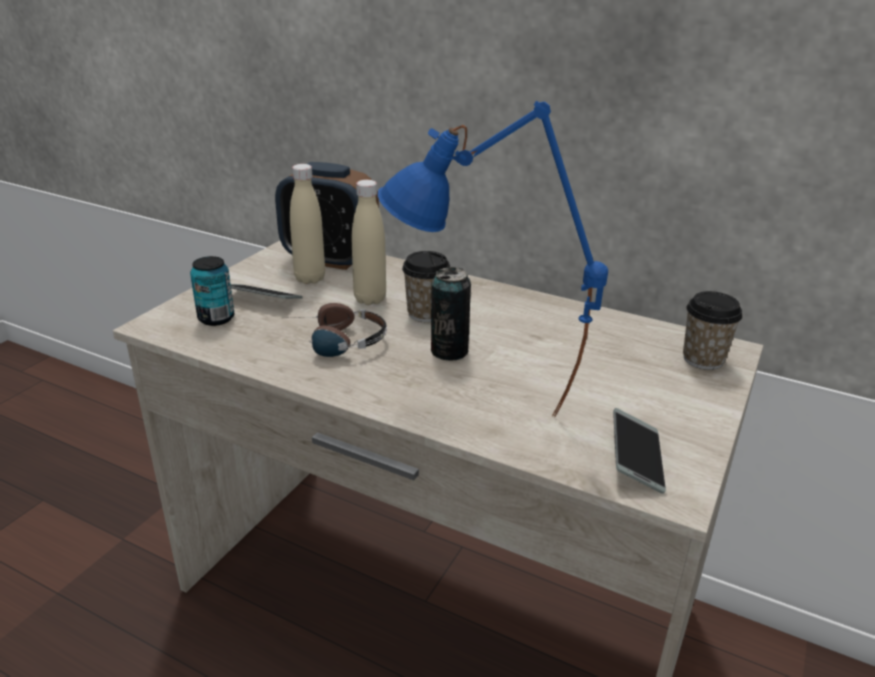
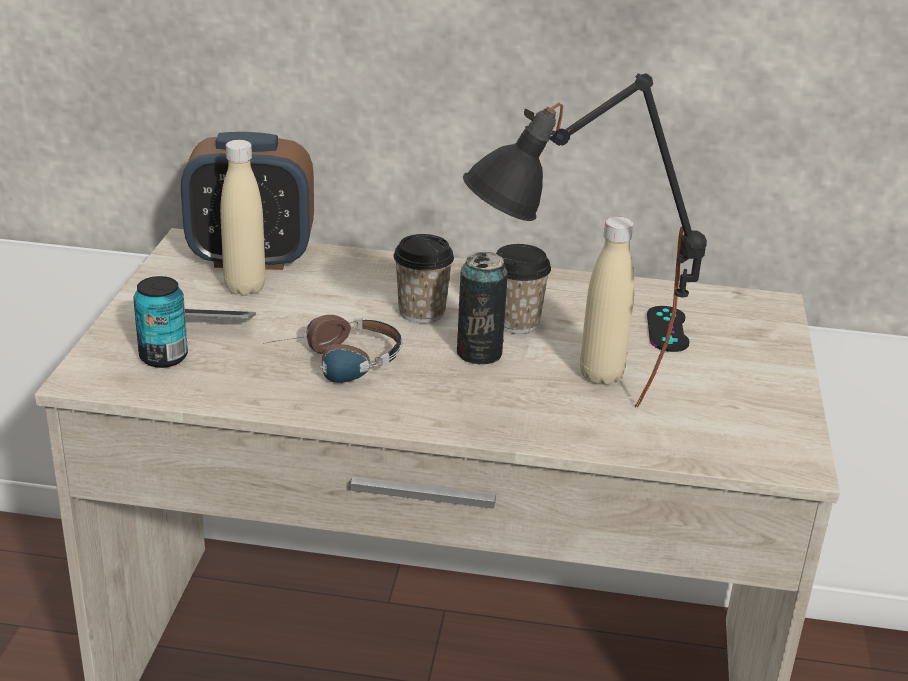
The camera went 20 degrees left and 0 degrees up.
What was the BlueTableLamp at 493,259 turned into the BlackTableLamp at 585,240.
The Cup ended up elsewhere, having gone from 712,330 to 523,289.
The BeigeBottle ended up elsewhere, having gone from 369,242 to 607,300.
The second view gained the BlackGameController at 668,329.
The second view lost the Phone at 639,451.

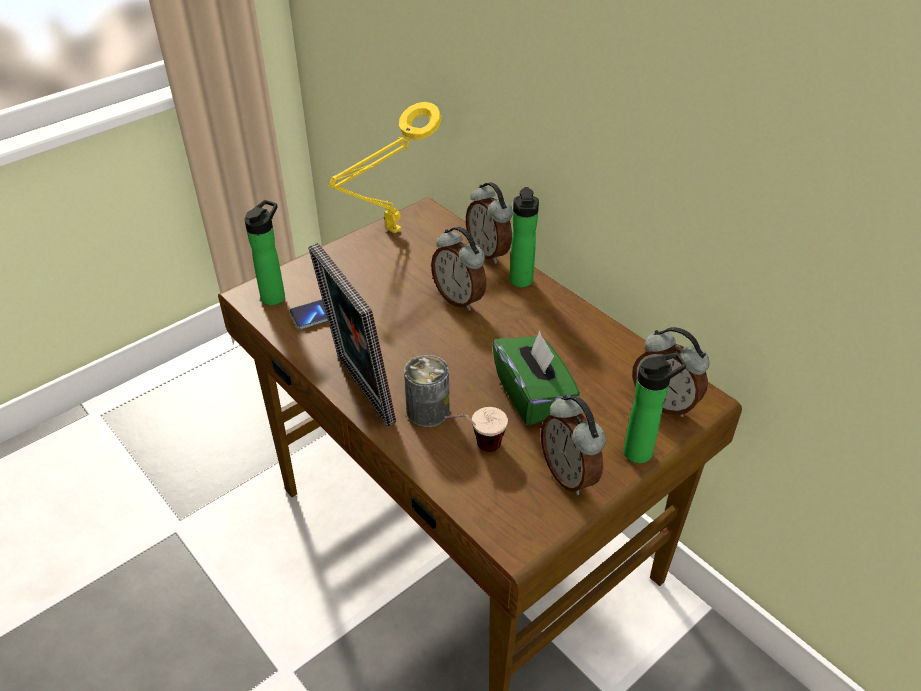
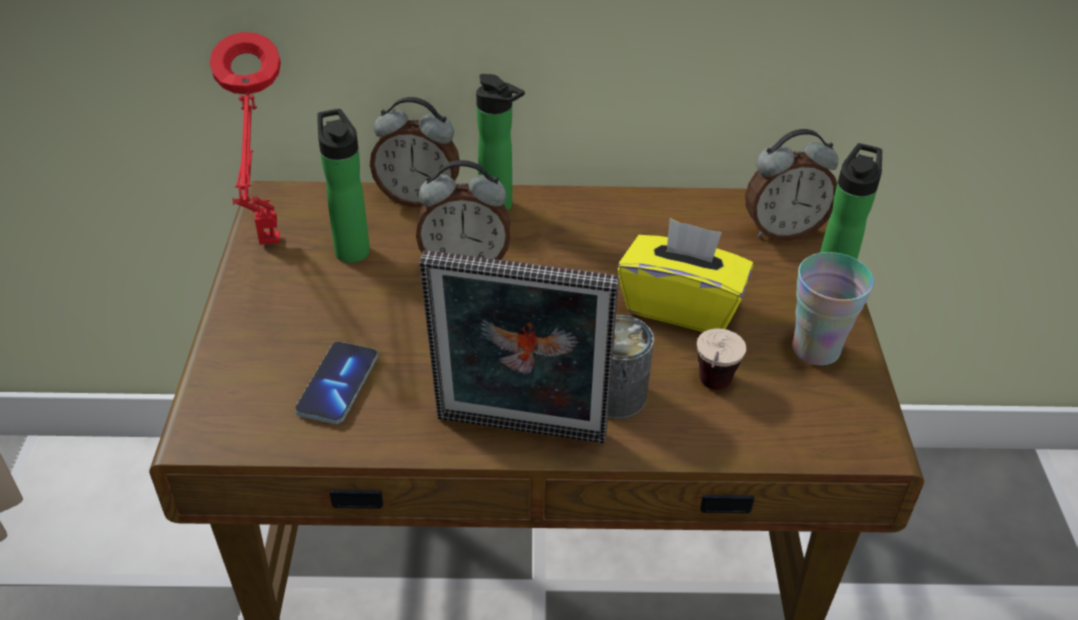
The camera went 50 degrees left and 0 degrees up.
What was the YellowTableLamp at 384,167 turned into the RedTableLamp at 245,138.
The Bottle ended up elsewhere, having gone from 265,252 to 343,186.
What was the GreenTissueBox at 536,378 turned into the YellowTissueBox at 685,275.
Where the AlarmClock stood at 573,445, the Cup came to stand at 833,309.

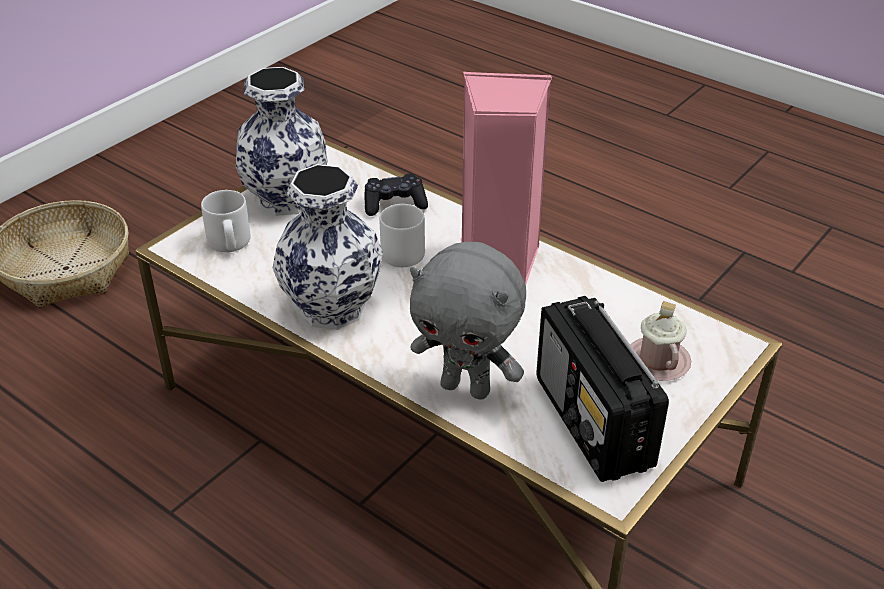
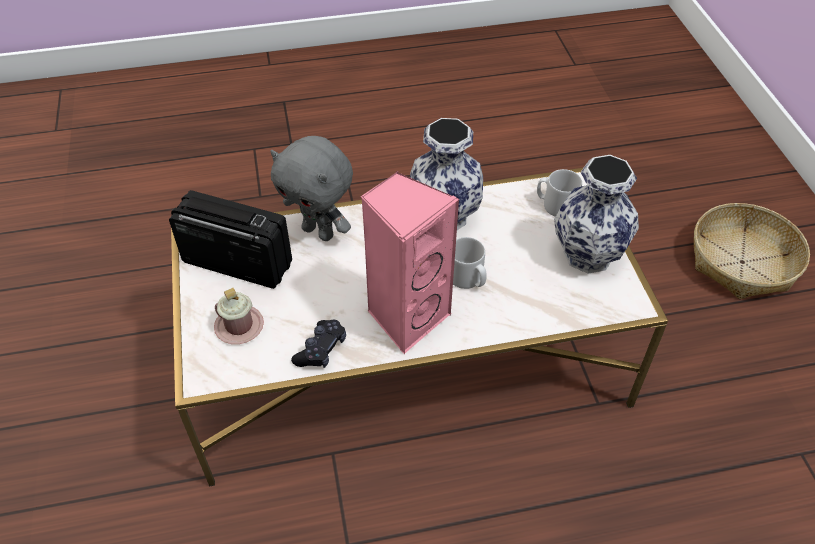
The camera went 130 degrees right and 10 degrees up.
The GreyPlushToy at 468,321 ended up facing another way, 120 degrees counterclockwise from before.
The BlackGameController ended up elsewhere, having gone from 396,194 to 318,344.

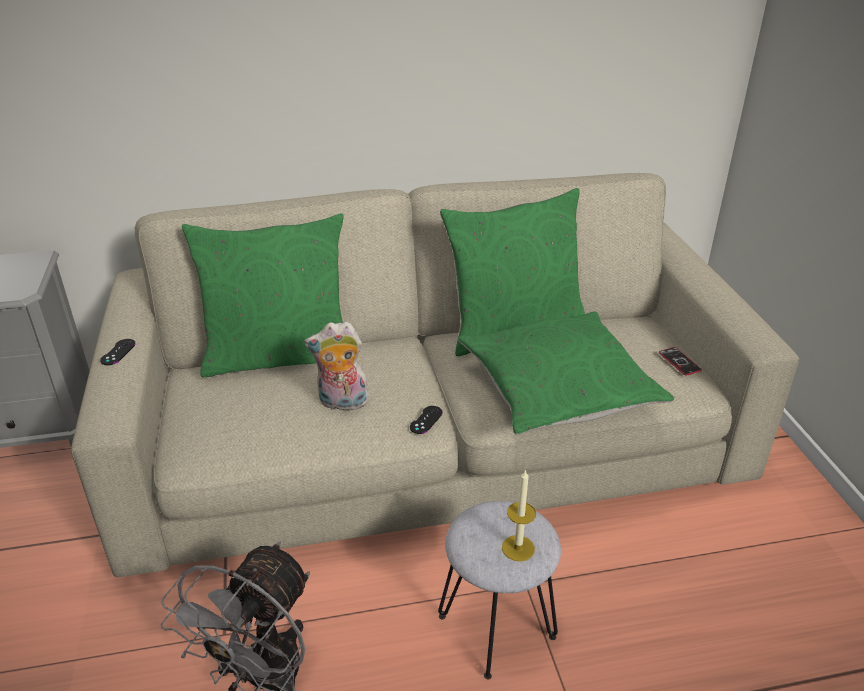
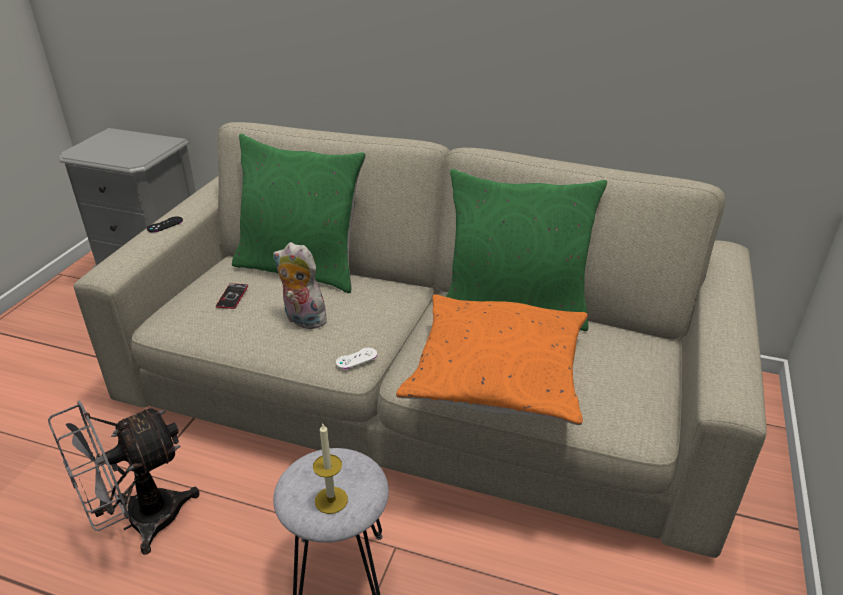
The camera went 30 degrees right and 0 degrees up.
The Phone ended up elsewhere, having gone from 680,361 to 232,296.
What was the BlackGameController at 426,420 turned into the WhiteGameController at 356,358.
What was the GreenPillow at 566,373 turned into the OrangePillow at 492,359.

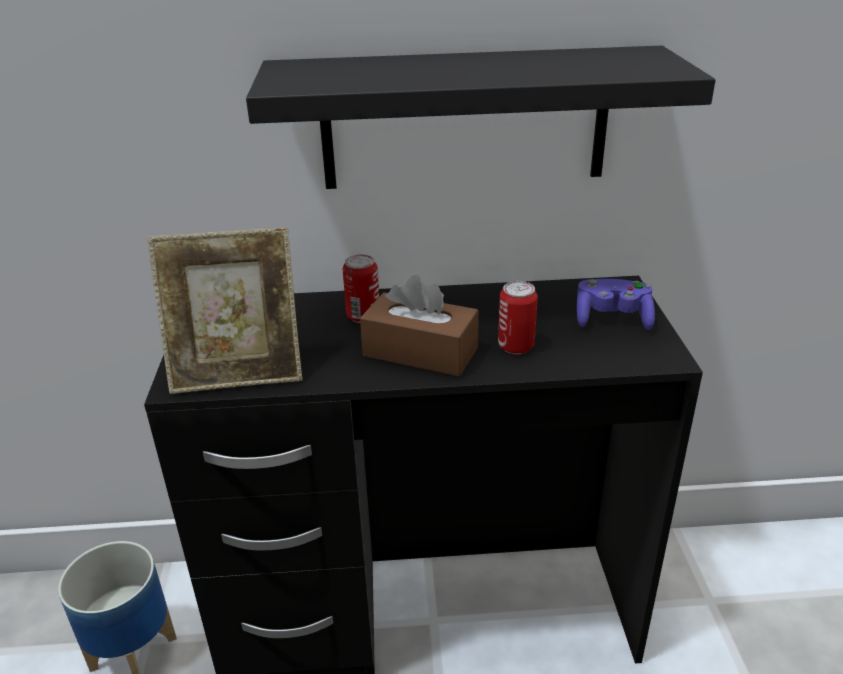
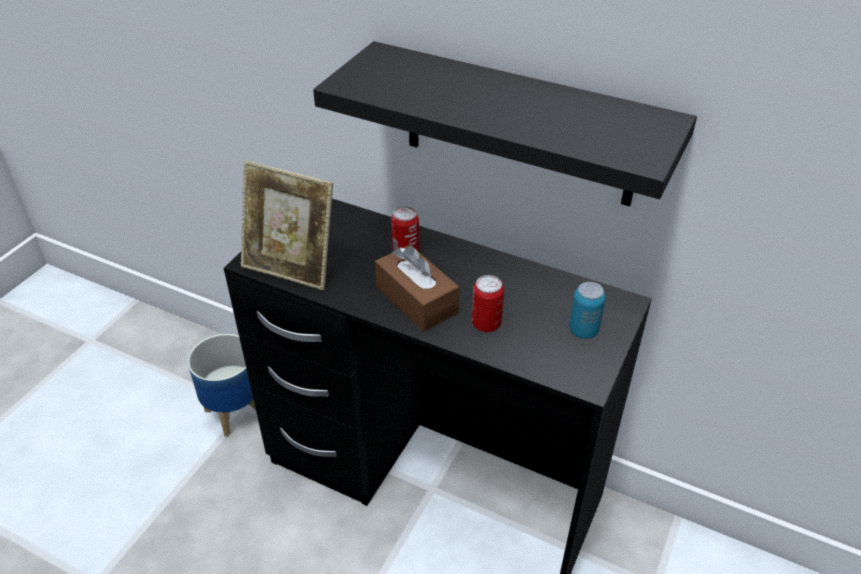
The camera went 30 degrees right and 10 degrees up.
Where the PurpleGameController stood at 615,304, the Can came to stand at 587,310.

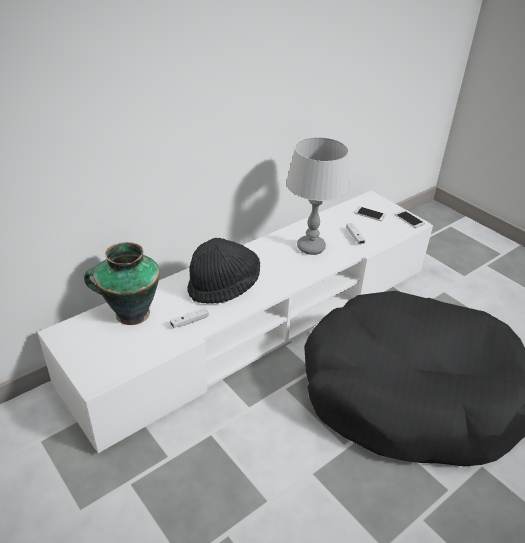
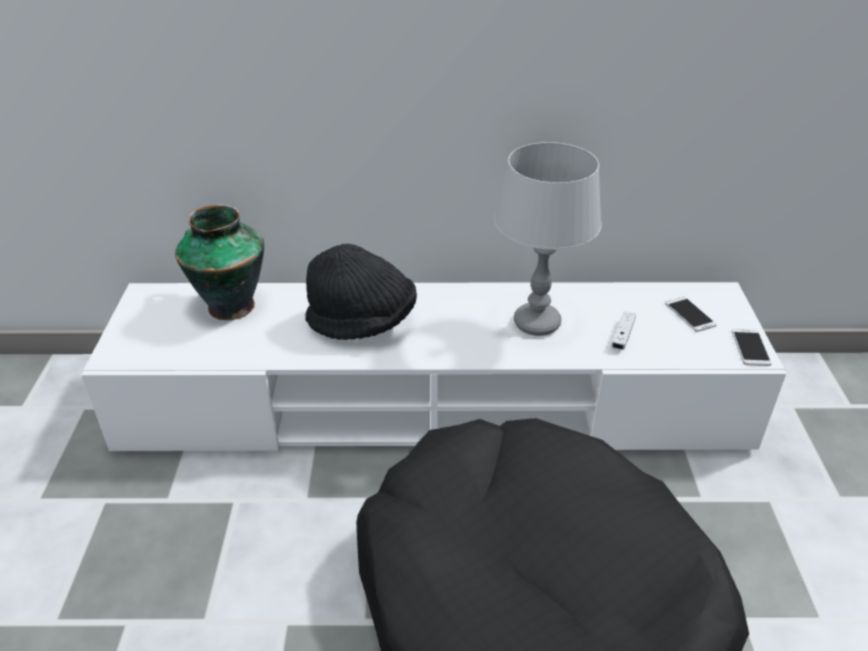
The camera went 40 degrees right and 0 degrees up.
The second view lost the WhiteGameController at 189,317.

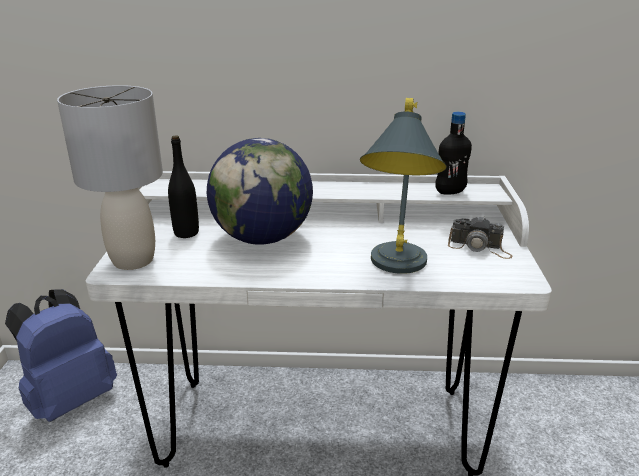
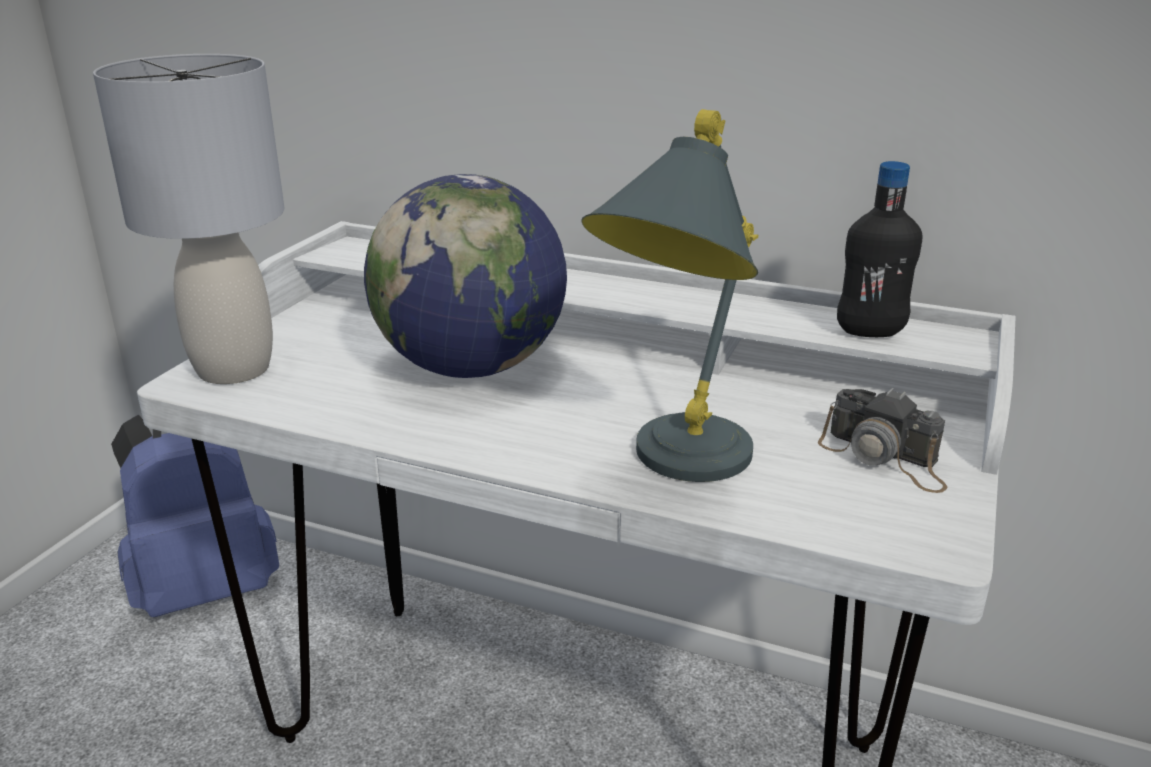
The camera went 20 degrees right and 0 degrees up.
The second view lost the BlackBottle at 183,186.

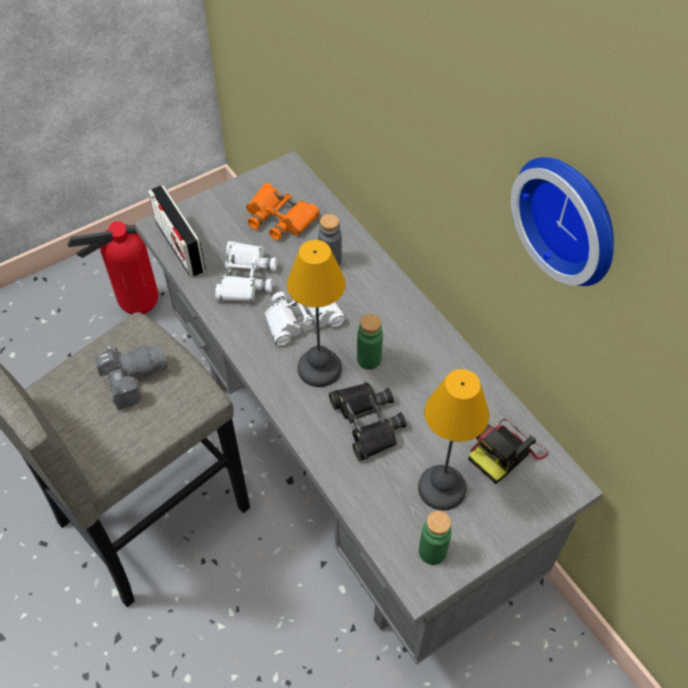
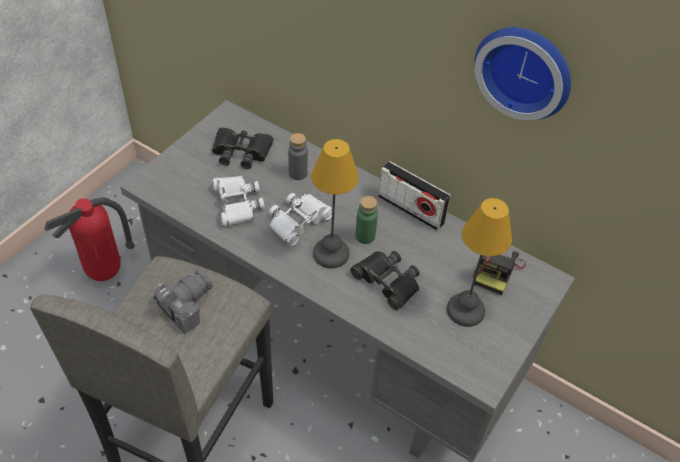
The camera went 25 degrees left and 5 degrees down.
What was the OrangeBinoculars at 283,211 turned into the BlackBinoculars at 243,148.
The Radio ended up elsewhere, having gone from 177,231 to 414,195.
The second view lost the GreenBottle at 435,538.

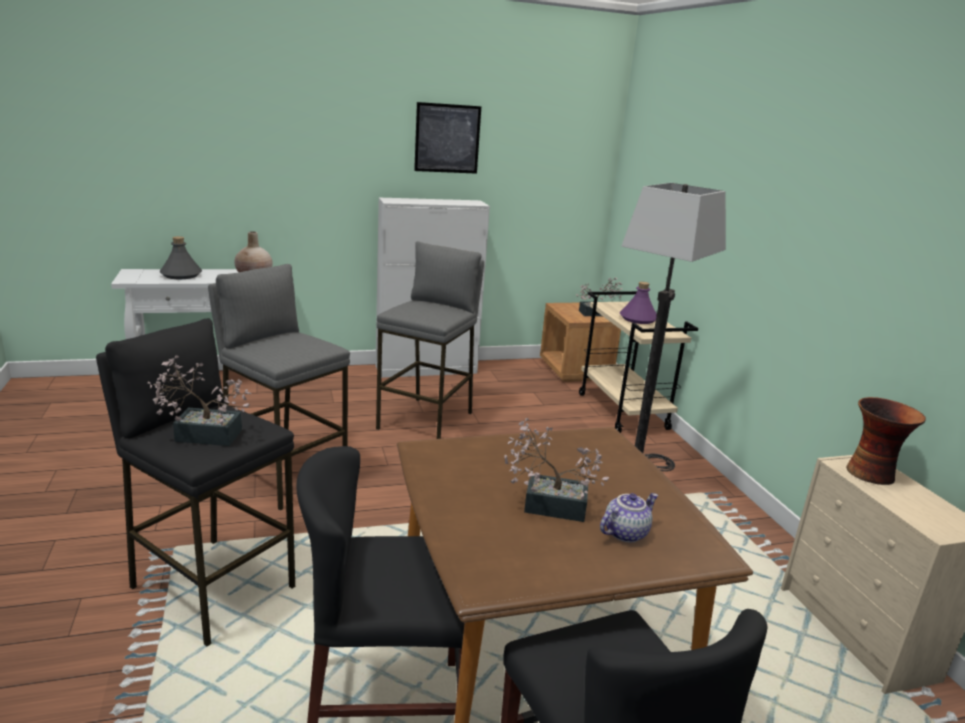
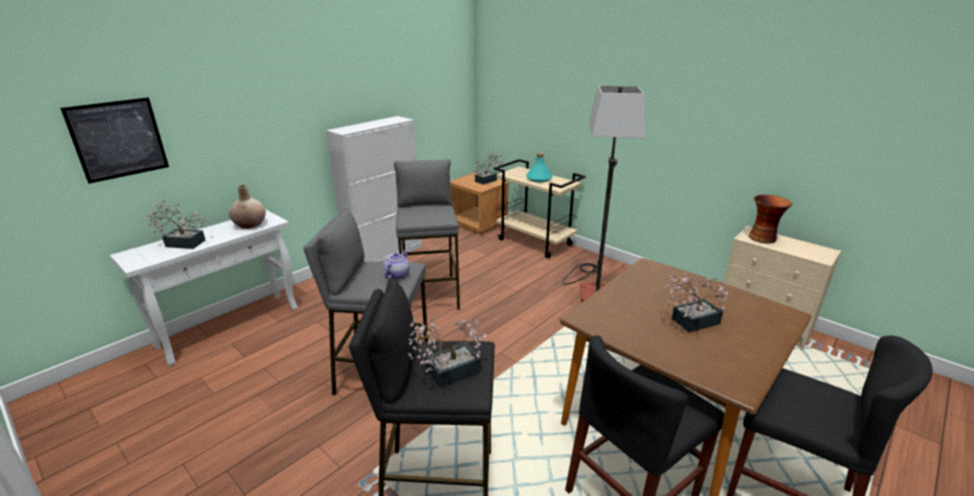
The camera went 30 degrees left and 5 degrees up.
The Picture ended up elsewhere, having gone from 447,138 to 114,140.
Where the GreyBottle stood at 181,257, the PottedPlant came to stand at 175,224.
The Teapot ended up elsewhere, having gone from 629,518 to 397,264.
What was the PurpleBottle at 638,303 turned into the TurquoiseBottle at 539,167.

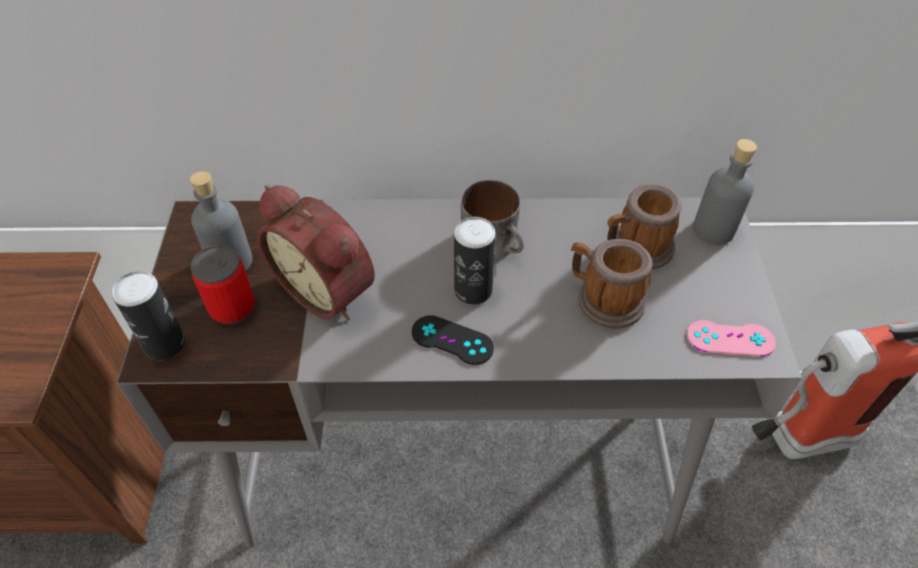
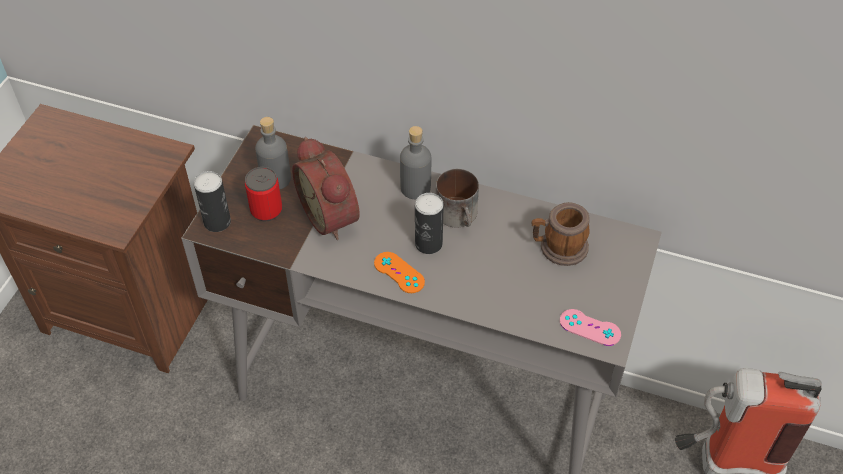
The camera went 20 degrees right and 0 degrees up.
What was the BlackGameController at 453,340 turned into the OrangeGameController at 399,272.
The GreyBottle ended up elsewhere, having gone from 725,192 to 415,162.
The second view lost the Mug at 612,284.

